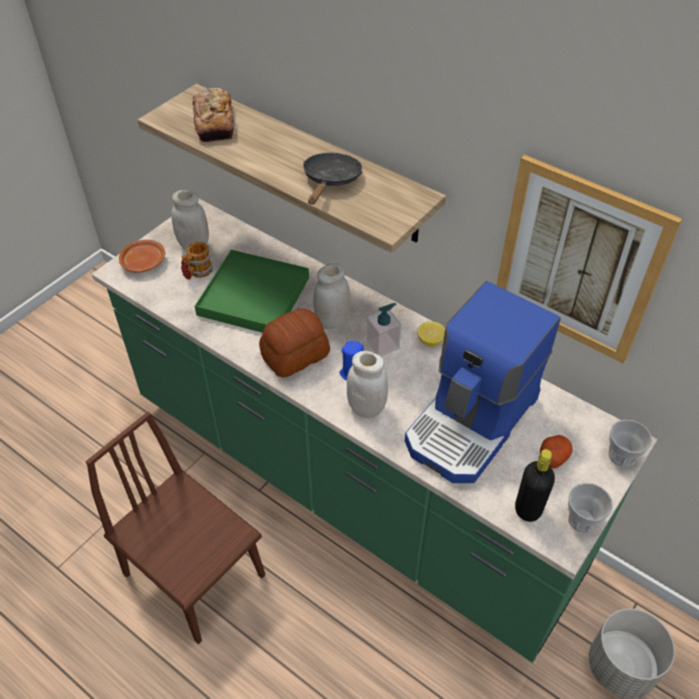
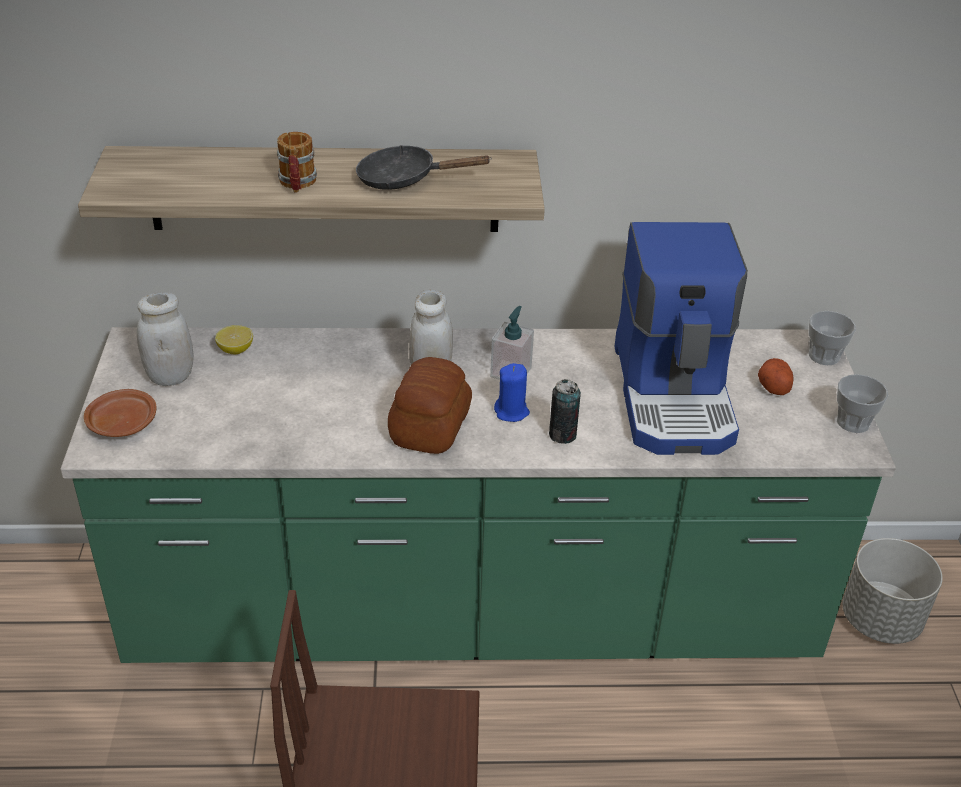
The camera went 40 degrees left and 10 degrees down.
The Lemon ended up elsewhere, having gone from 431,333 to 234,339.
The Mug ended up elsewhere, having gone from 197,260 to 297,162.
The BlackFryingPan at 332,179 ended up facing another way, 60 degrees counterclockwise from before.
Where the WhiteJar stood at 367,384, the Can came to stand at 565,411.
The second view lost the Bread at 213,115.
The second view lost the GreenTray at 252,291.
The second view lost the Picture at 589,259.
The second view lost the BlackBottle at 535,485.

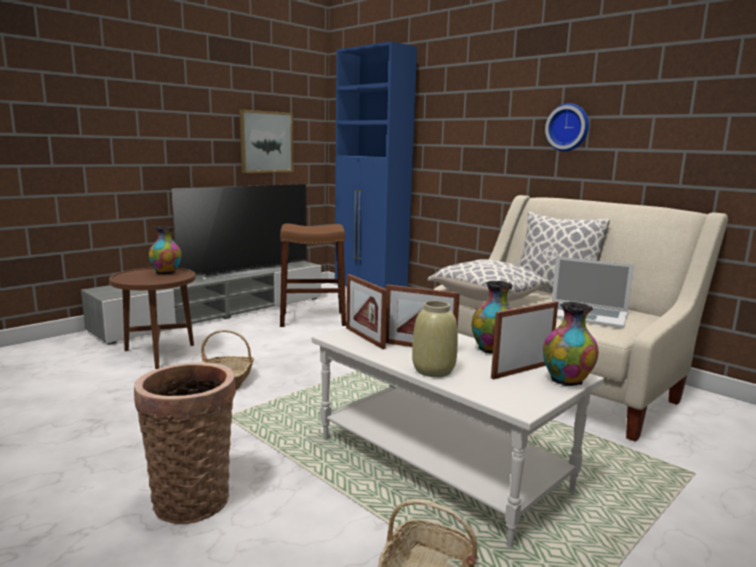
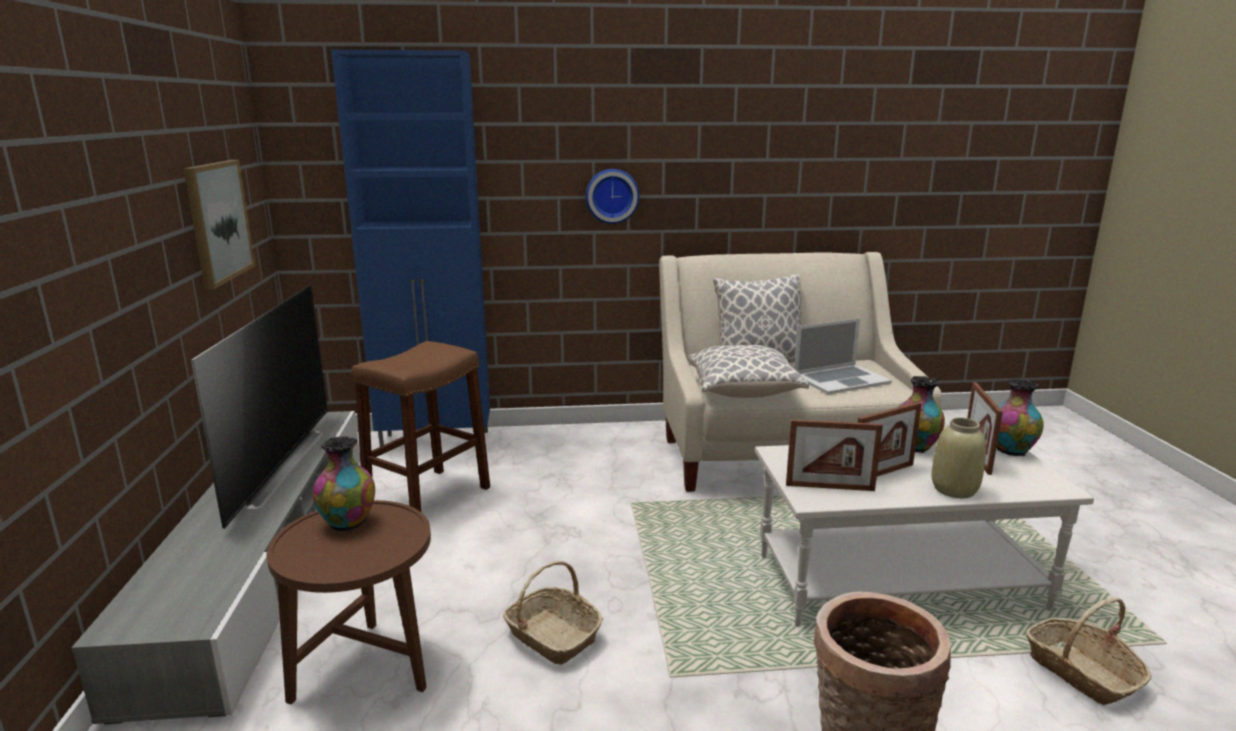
The camera went 50 degrees left and 5 degrees up.
The WallClock ended up elsewhere, having gone from 567,127 to 612,196.

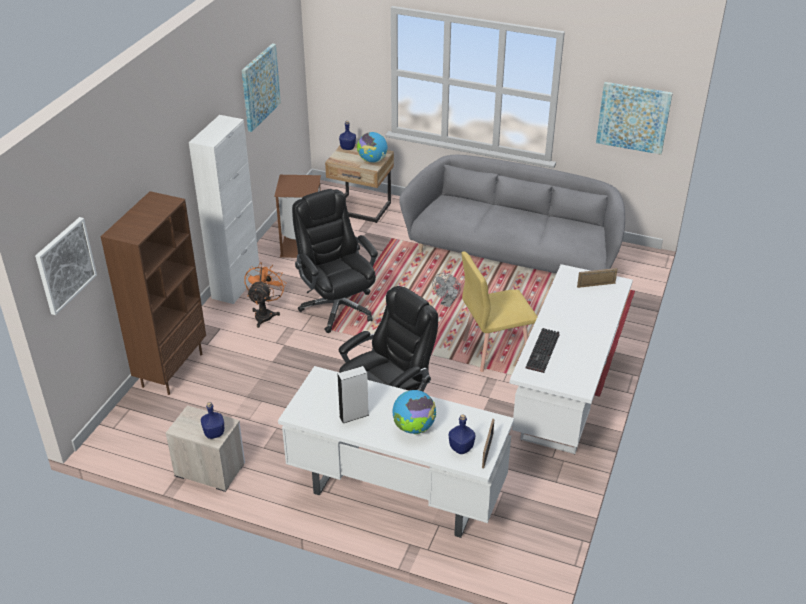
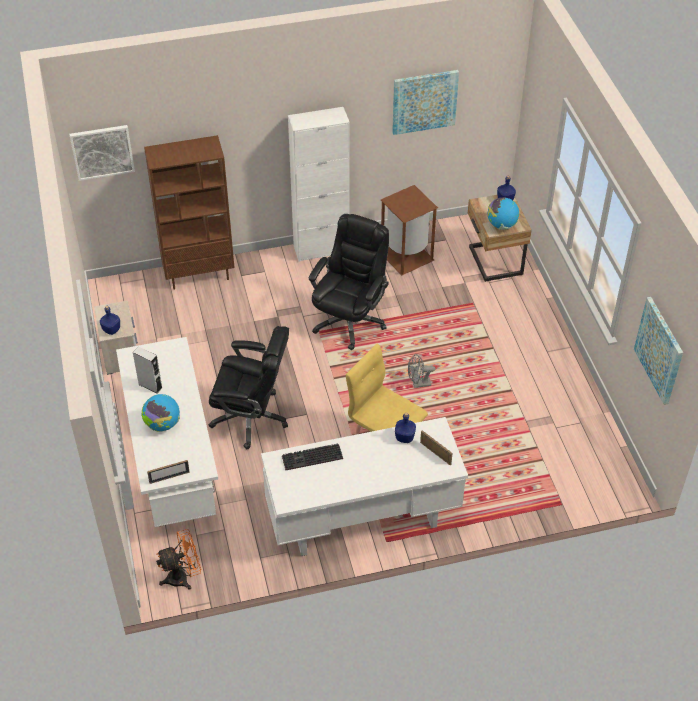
The camera went 55 degrees right and 10 degrees up.
The OrangeFan ended up elsewhere, having gone from 265,295 to 178,559.
The BlueBottle ended up elsewhere, having gone from 462,434 to 405,428.
The second view lost the GreySofa at 512,214.

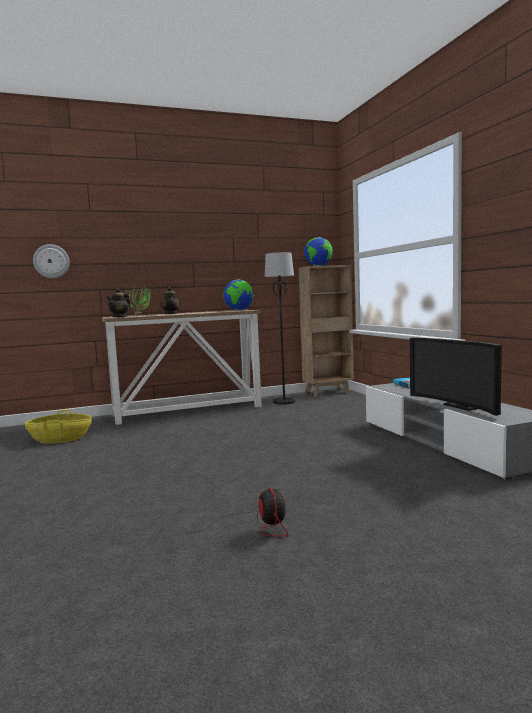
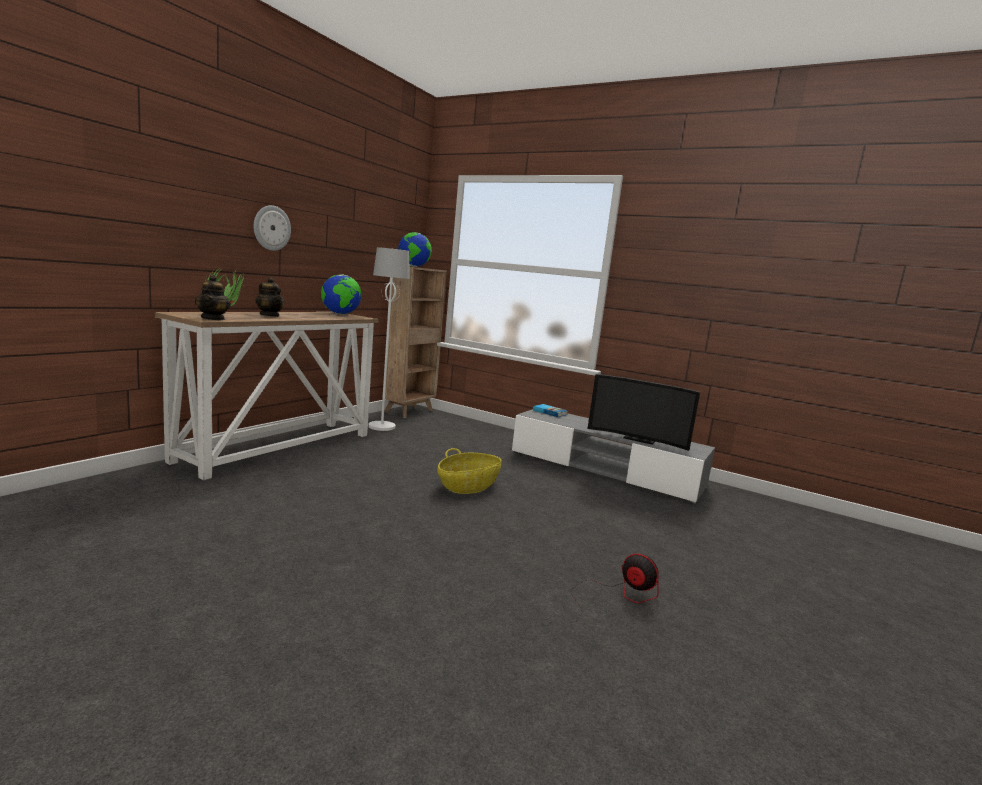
The camera went 40 degrees left and 5 degrees up.
The WallClock ended up elsewhere, having gone from 51,261 to 272,228.
What was the BlackFloorLamp at 280,328 turned into the WhiteFloorLamp at 389,339.
The Basket ended up elsewhere, having gone from 58,426 to 469,471.

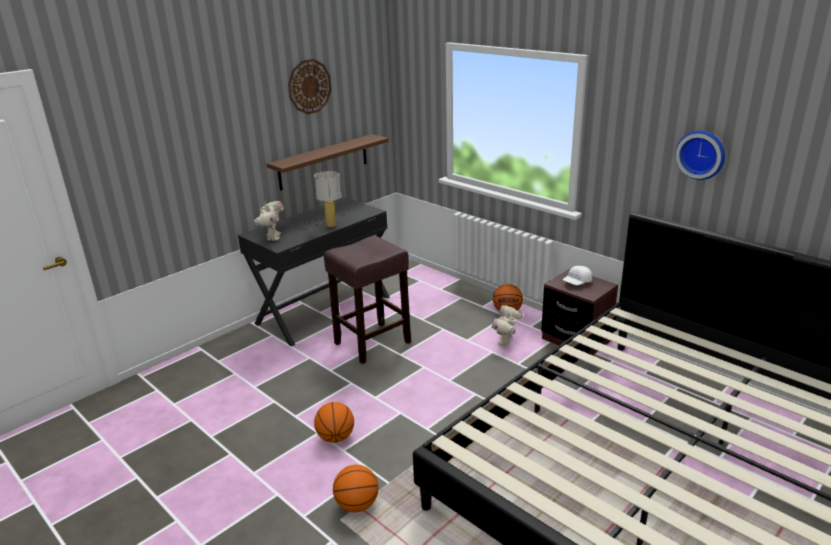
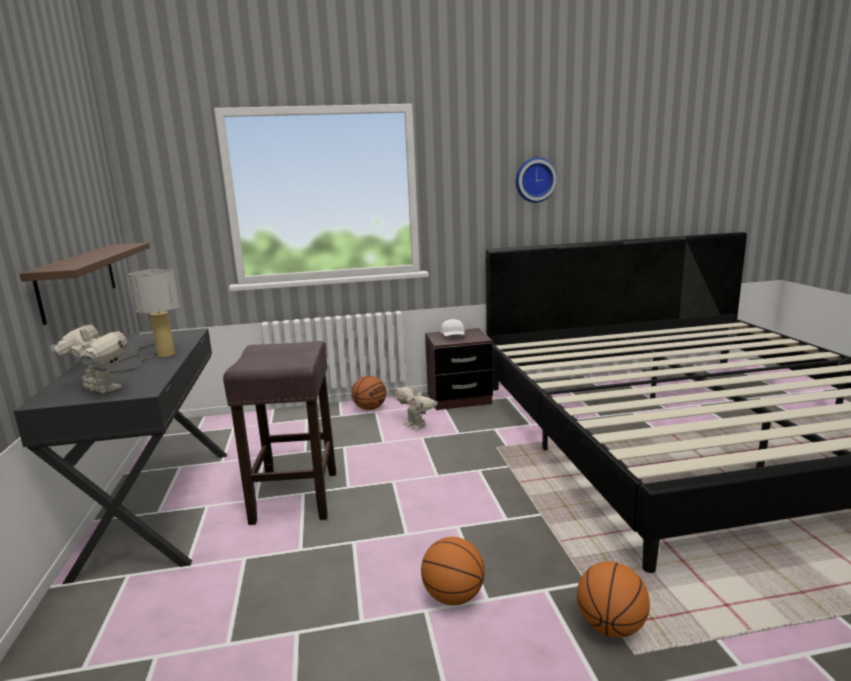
The camera went 55 degrees left and 10 degrees down.
The second view lost the WallClock at 310,86.

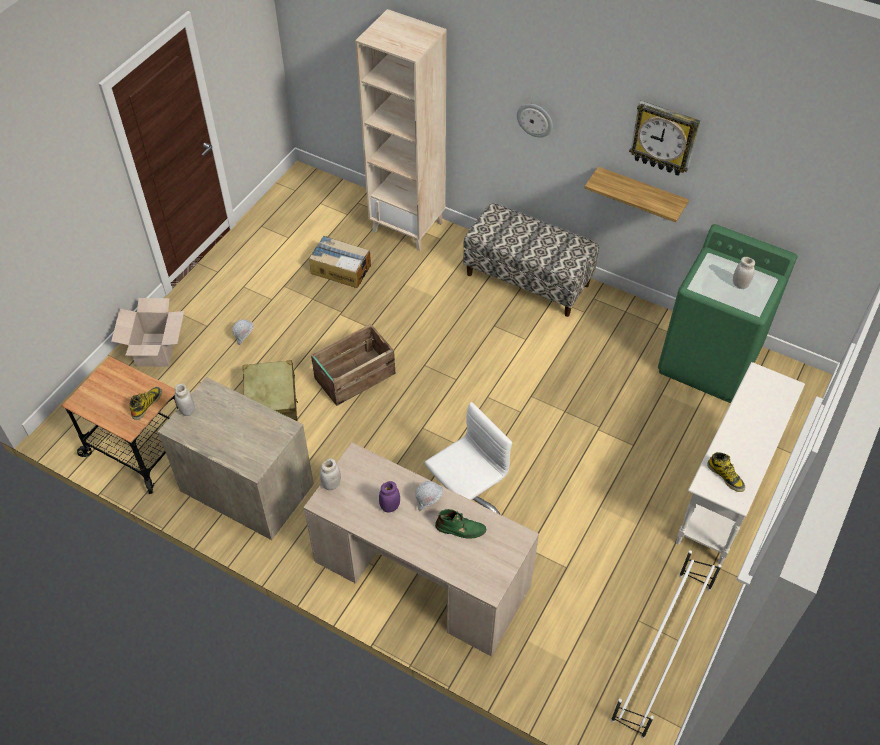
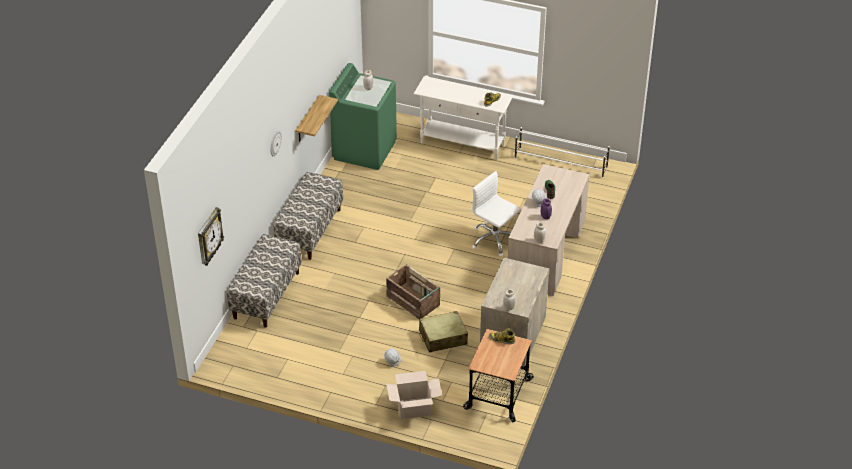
The camera went 100 degrees left and 10 degrees down.
The WallClock ended up elsewhere, having gone from 664,138 to 211,236.
Where the BeigeBookcase stood at 400,130, the Bench came to stand at 264,281.
The second view lost the CardboardBox at 340,262.

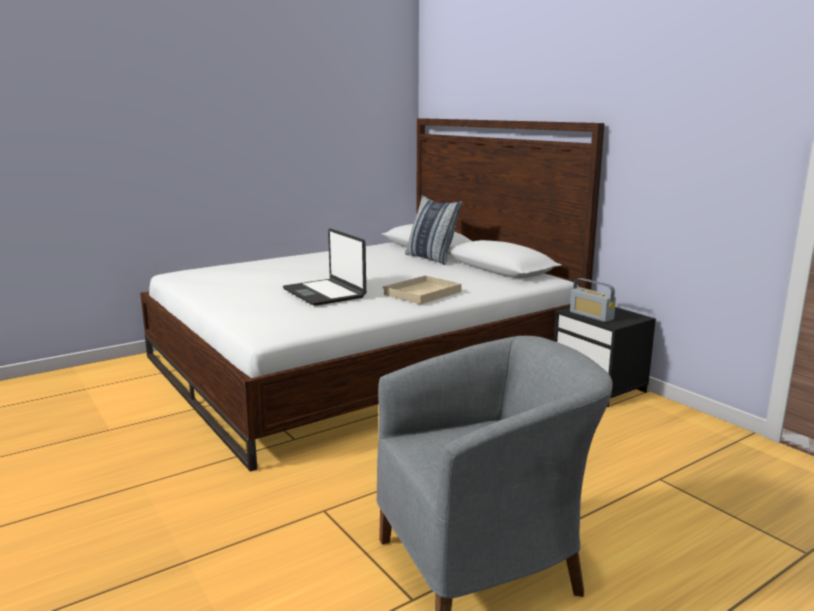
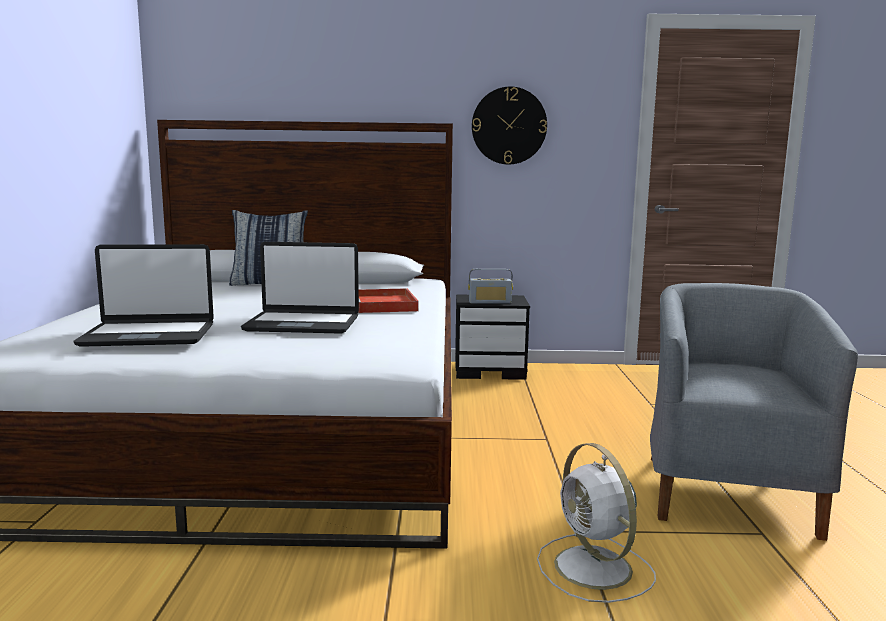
The camera went 55 degrees left and 5 degrees down.
The second view gained the Laptop at 144,295.
What was the BeigeTray at 422,289 turned into the RedTray at 388,300.
The second view gained the WallClock at 509,125.
The second view gained the WhiteFan at 596,523.

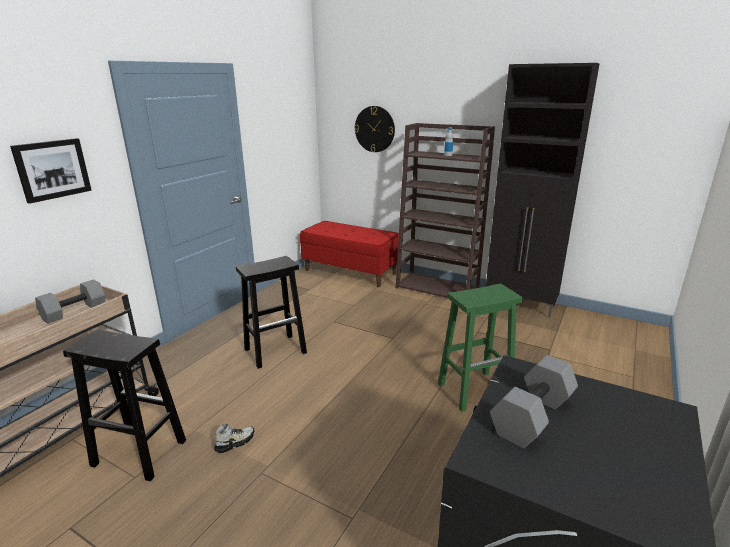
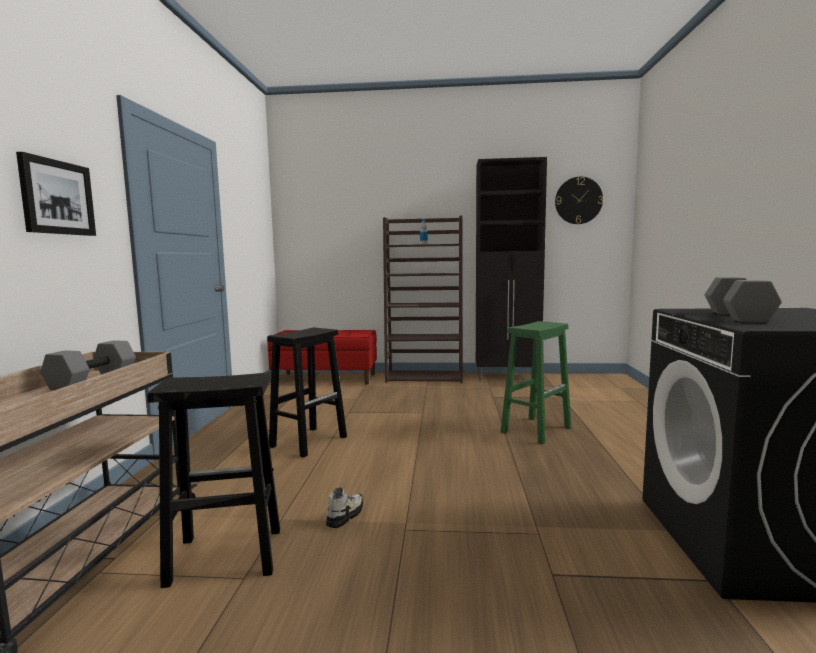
The camera went 25 degrees left and 15 degrees down.
The WallClock ended up elsewhere, having gone from 374,129 to 579,200.

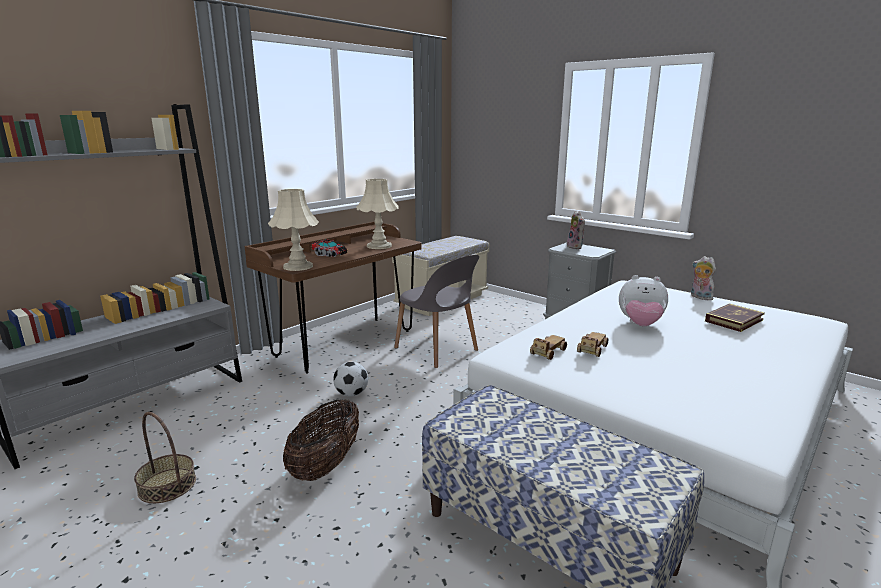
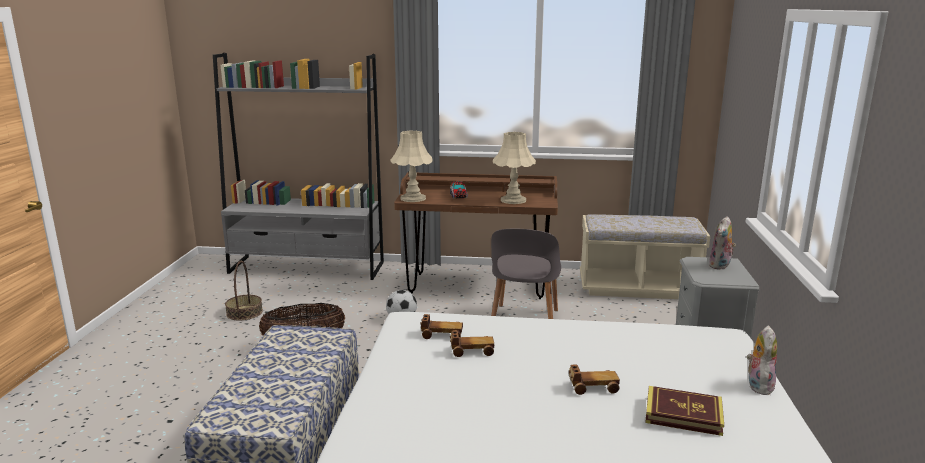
The camera went 55 degrees right and 0 degrees up.
The second view gained the ToyCar at 594,380.
The second view lost the PlushToy at 643,300.

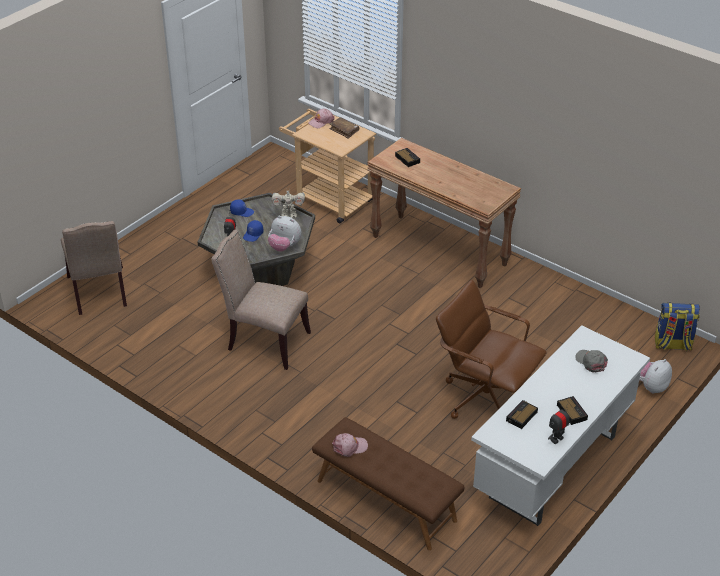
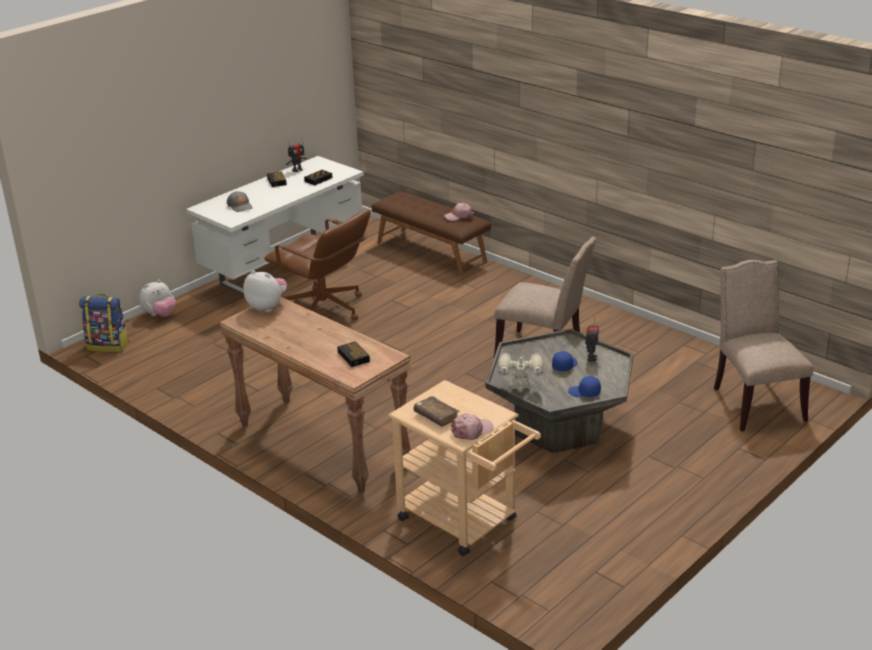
The camera went 175 degrees left and 10 degrees down.
The PlushToy ended up elsewhere, having gone from 284,234 to 265,291.

